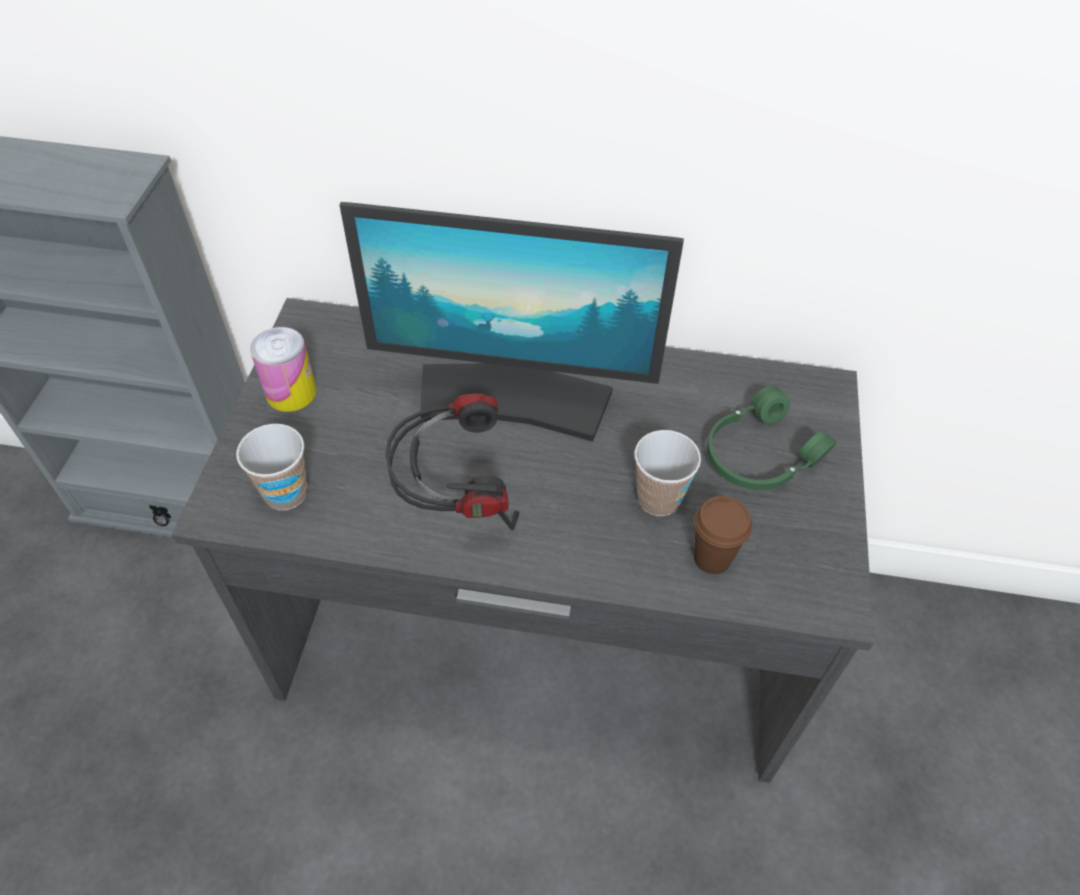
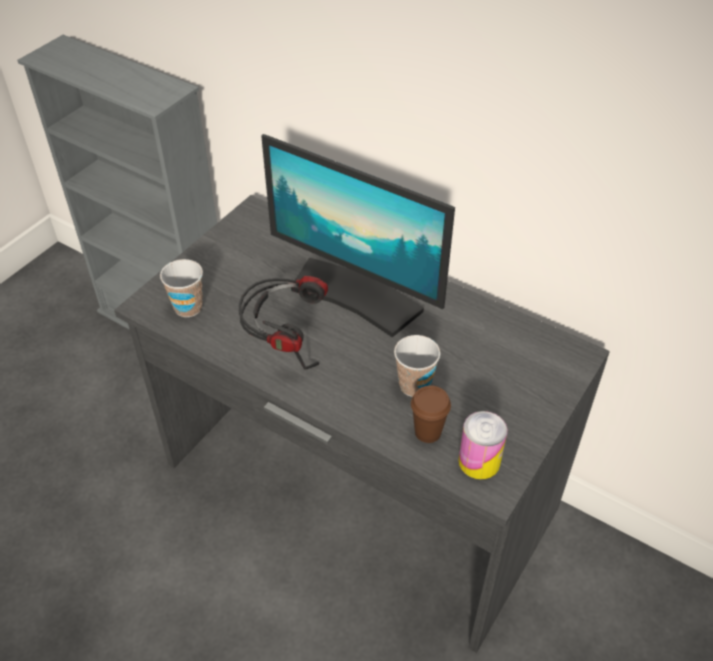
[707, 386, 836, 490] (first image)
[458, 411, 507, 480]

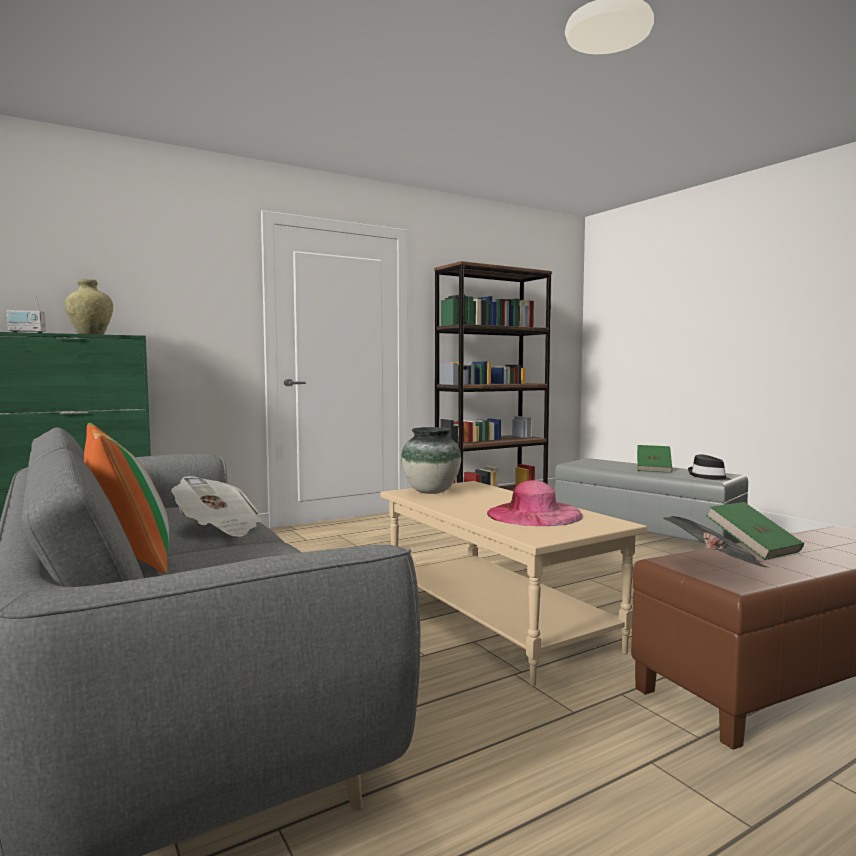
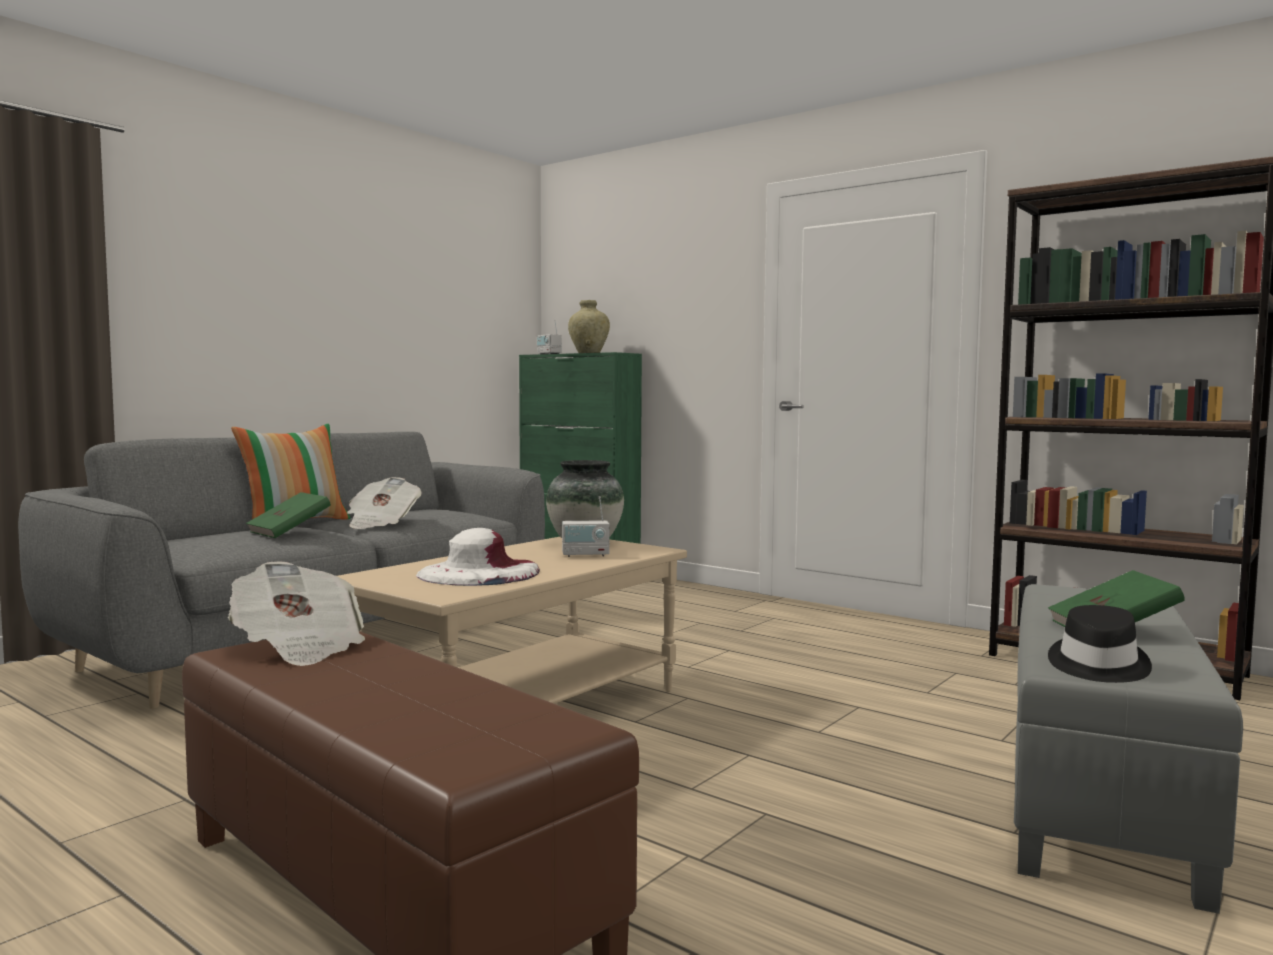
[562, 496, 610, 557]
[246, 492, 331, 538]
[416, 528, 540, 586]

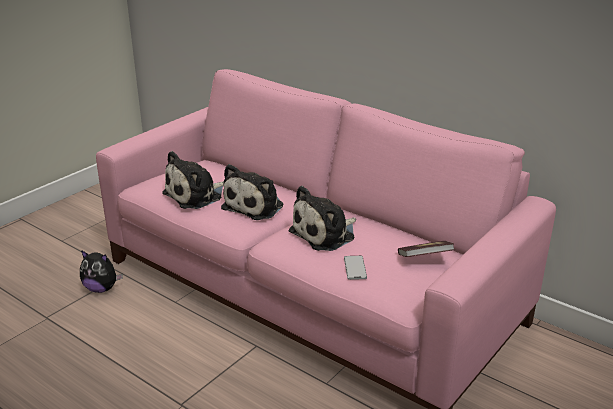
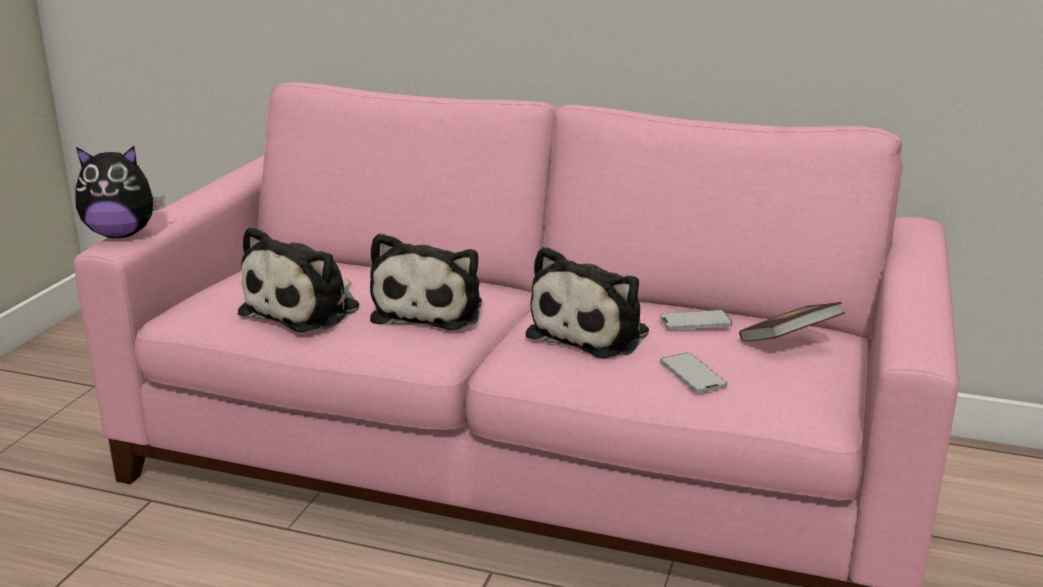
[660, 310, 732, 330]
[76, 146, 165, 238]

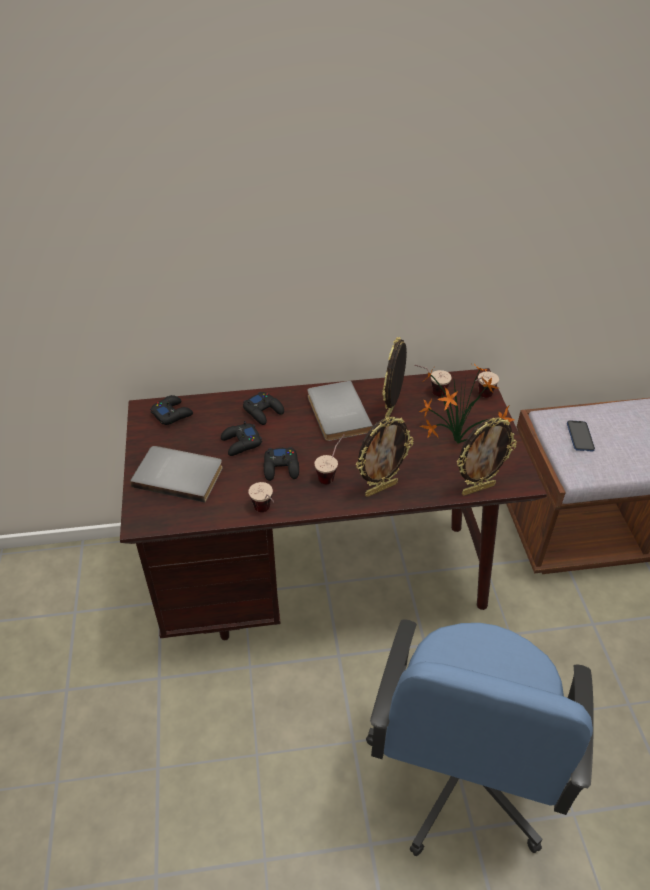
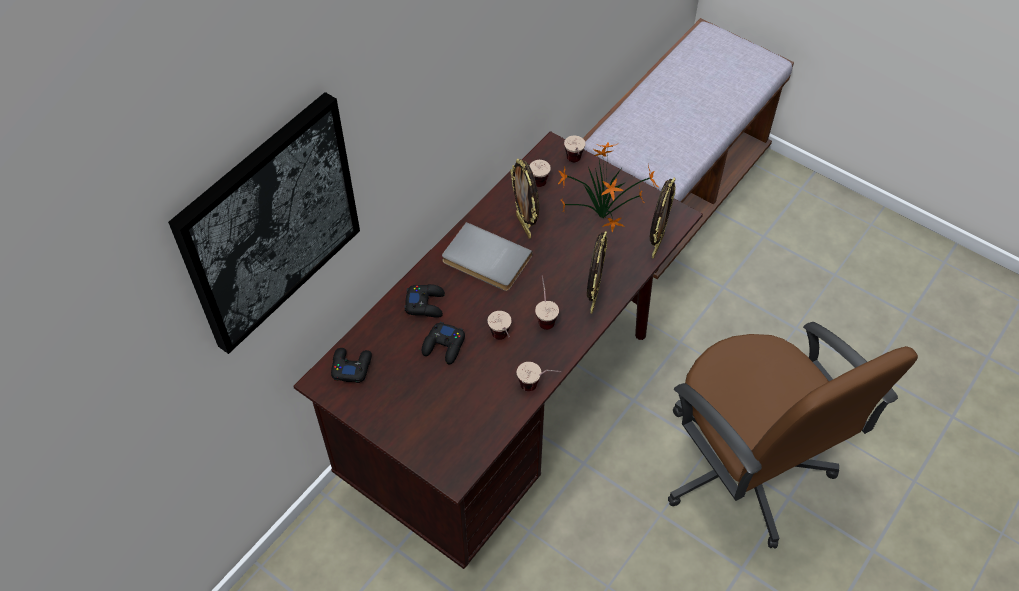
[130, 446, 223, 503] (first image)
[567, 420, 595, 451] (first image)
[168, 92, 360, 354]
[488, 311, 512, 340]
[668, 322, 918, 549]

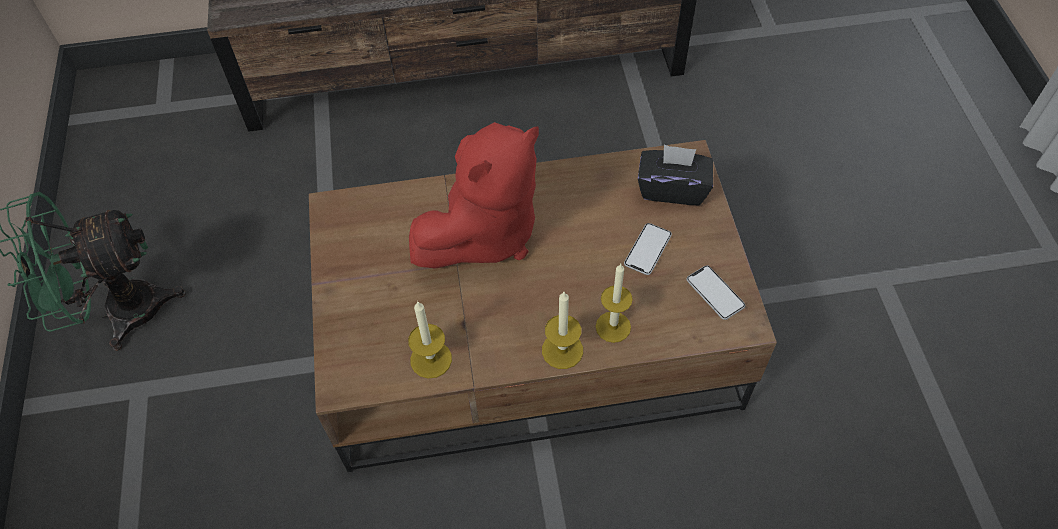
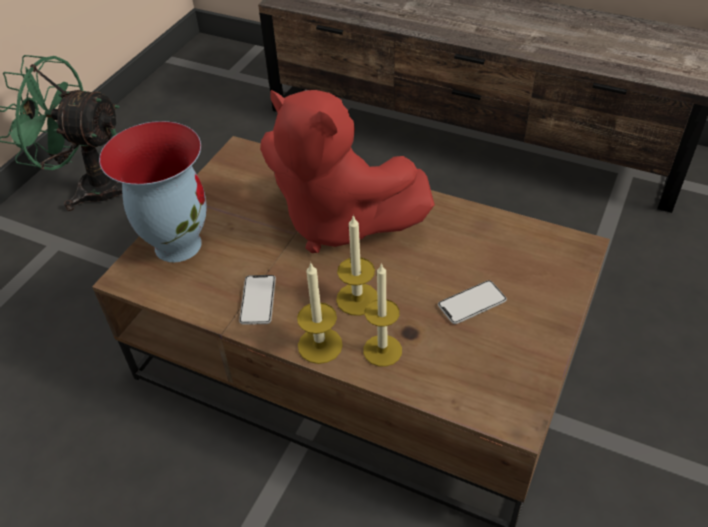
[638, 144, 713, 205] (first image)
[99, 121, 207, 262]
[336, 214, 377, 316]
[239, 275, 276, 325]
[260, 90, 435, 253]

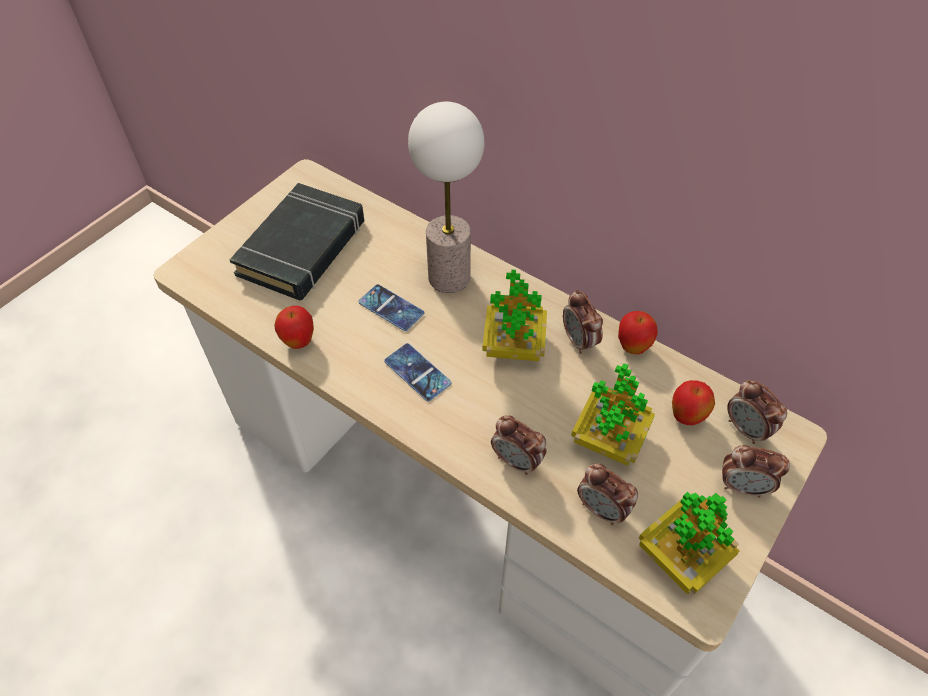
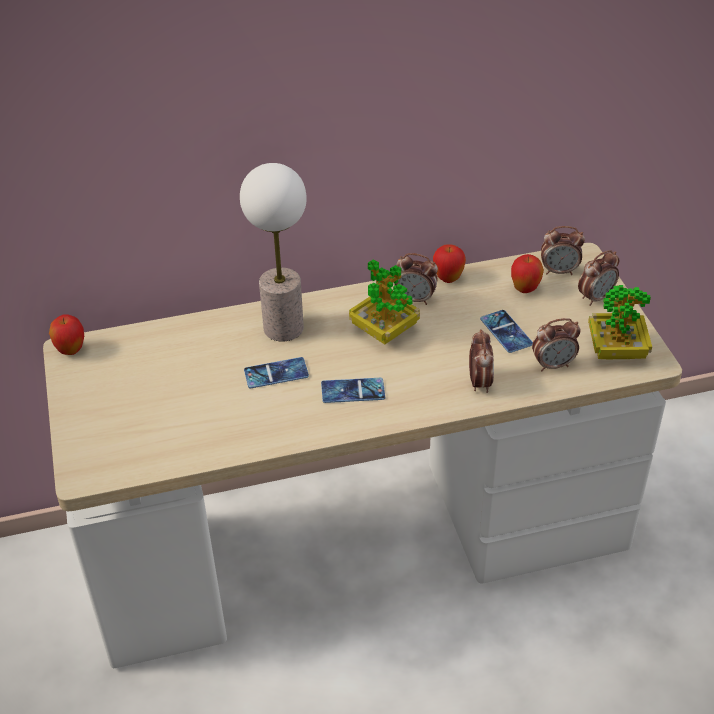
[230, 183, 364, 301] (first image)
[49, 314, 84, 355]
[480, 310, 533, 353]
[469, 329, 494, 393]

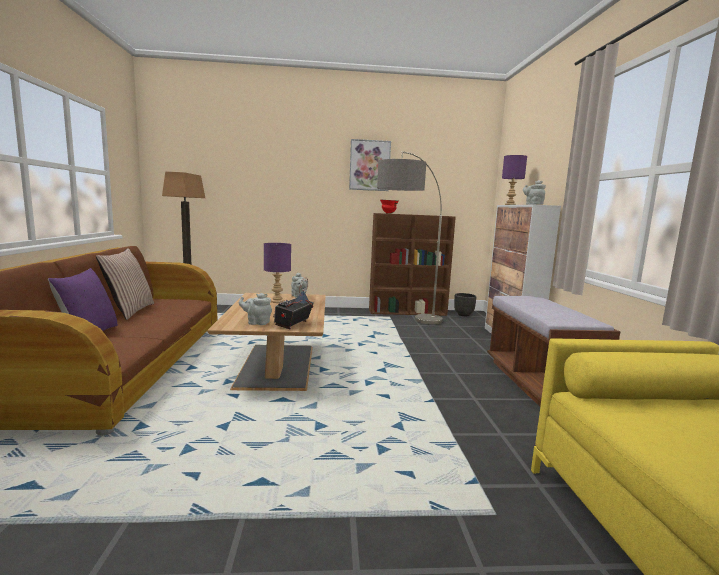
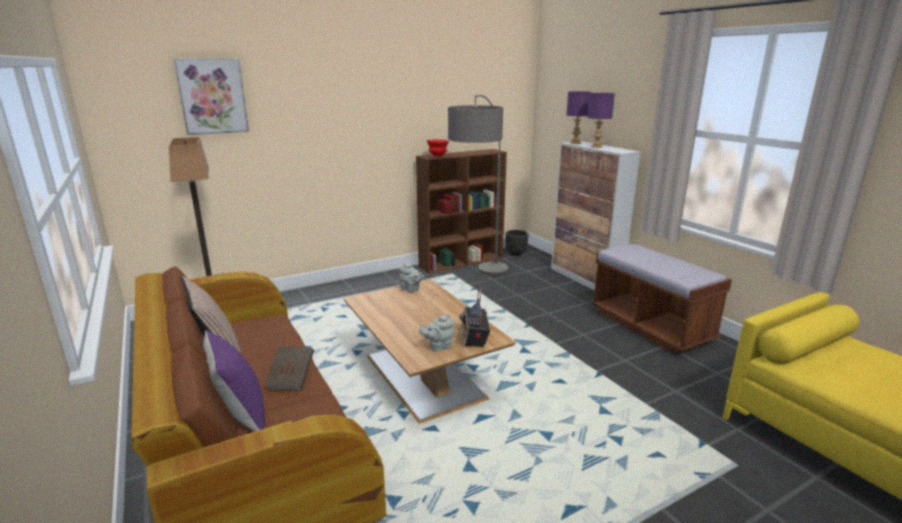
[523, 180, 546, 204] (first image)
[264, 346, 314, 390]
[587, 93, 615, 148]
[174, 58, 249, 135]

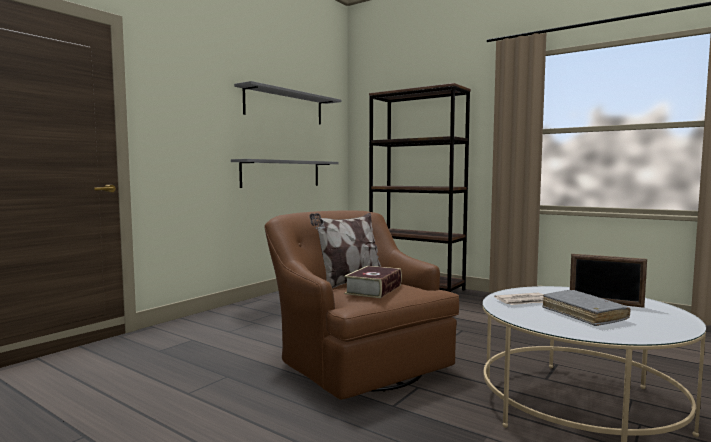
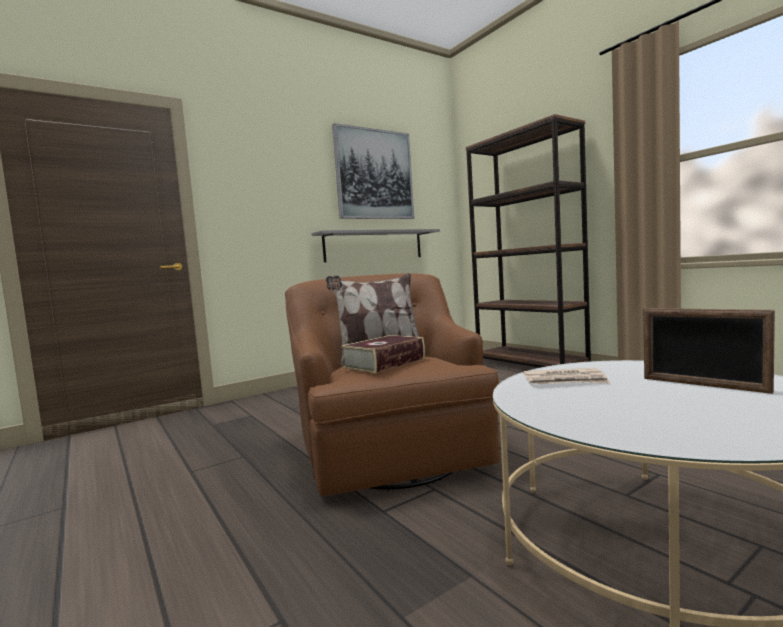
[542, 290, 631, 326] (first image)
[332, 123, 414, 219]

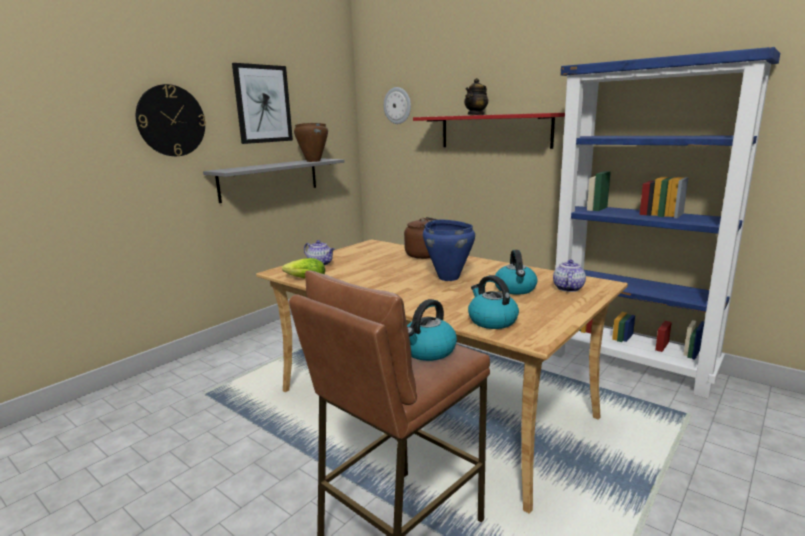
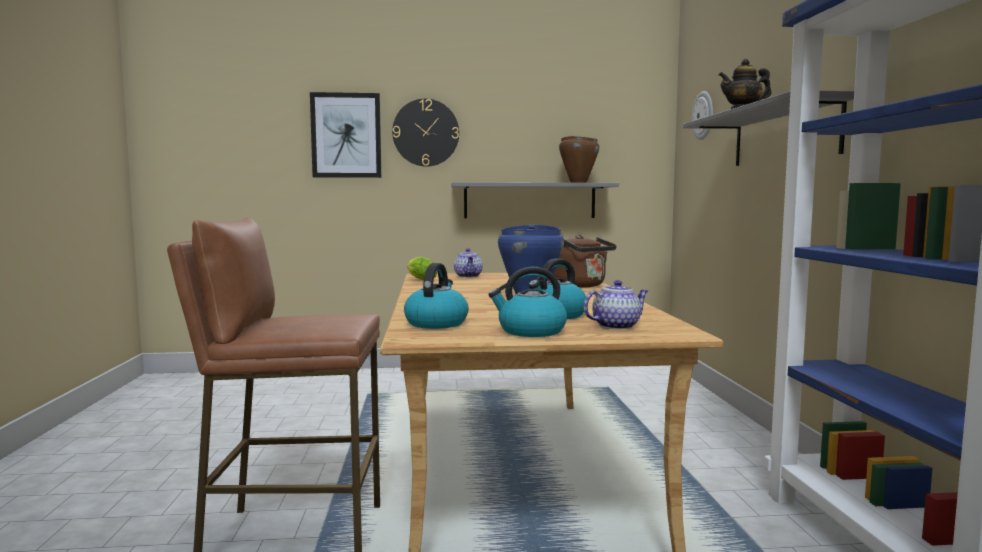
[310, 92, 381, 178]
[488, 267, 567, 337]
[683, 91, 854, 166]

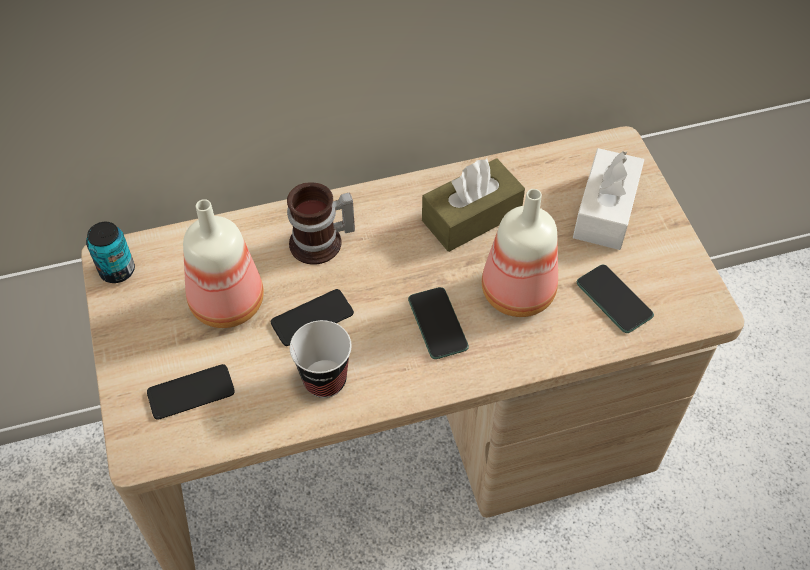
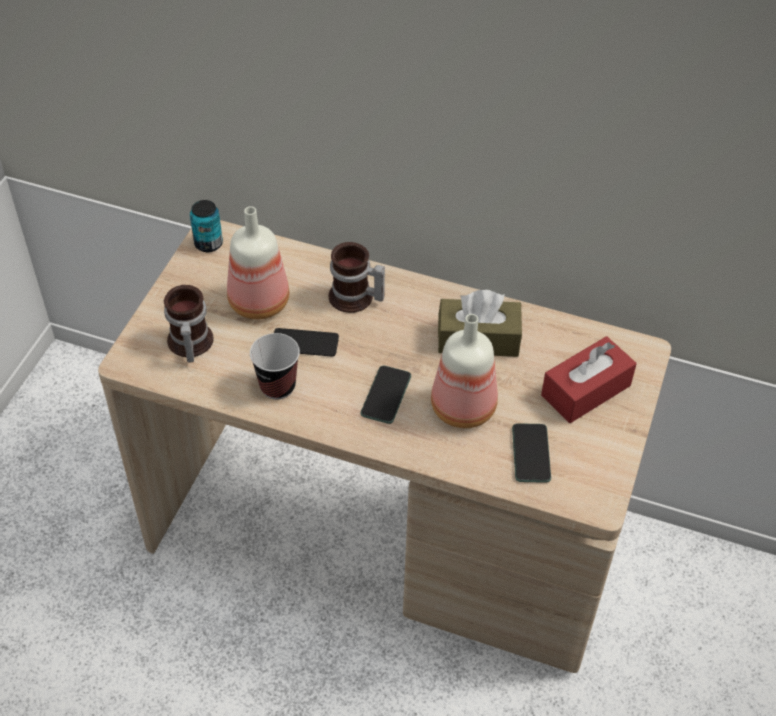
[164, 285, 214, 363]
[541, 336, 637, 423]

